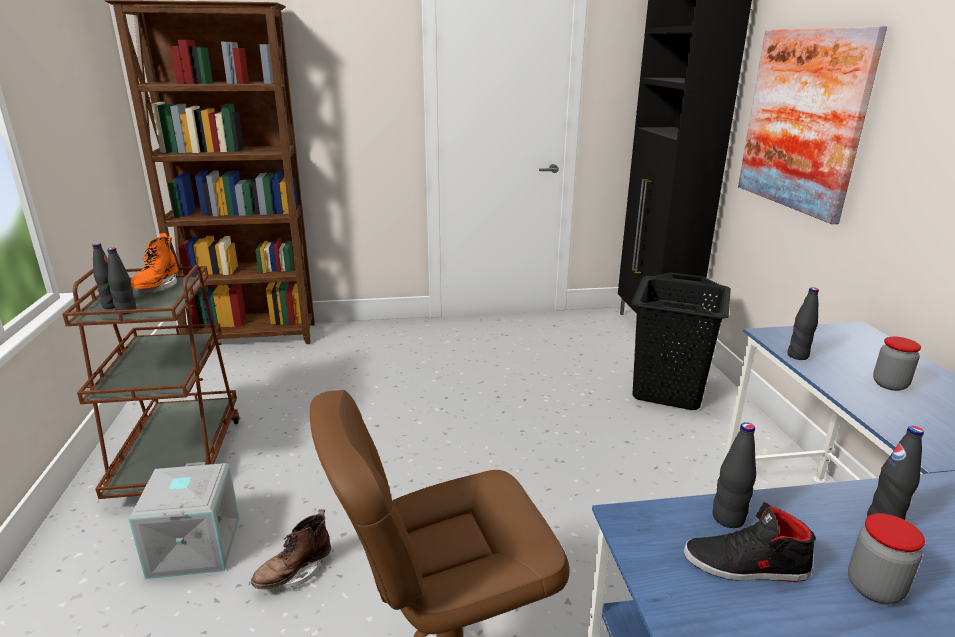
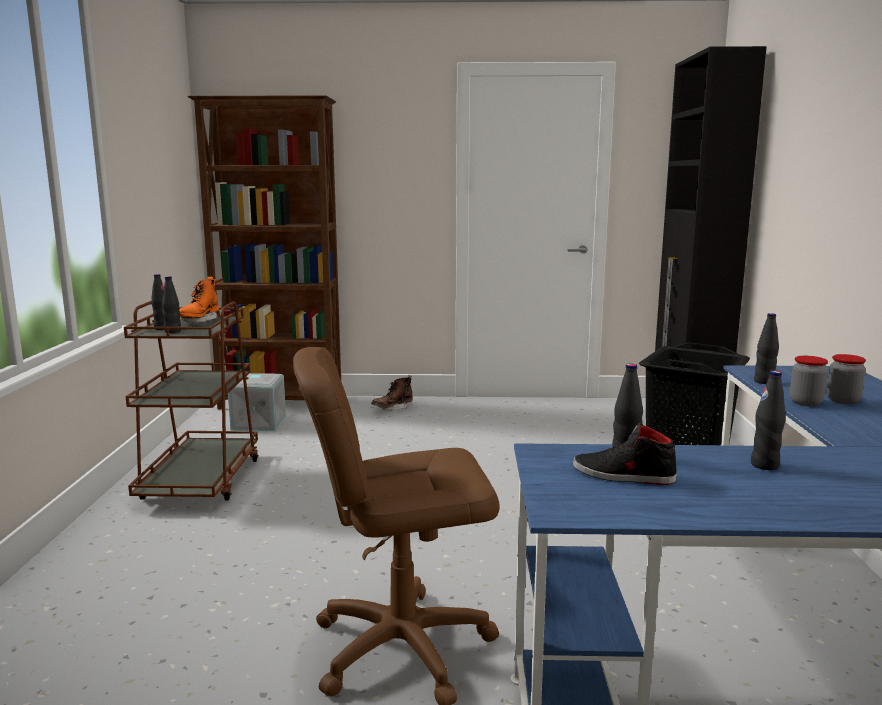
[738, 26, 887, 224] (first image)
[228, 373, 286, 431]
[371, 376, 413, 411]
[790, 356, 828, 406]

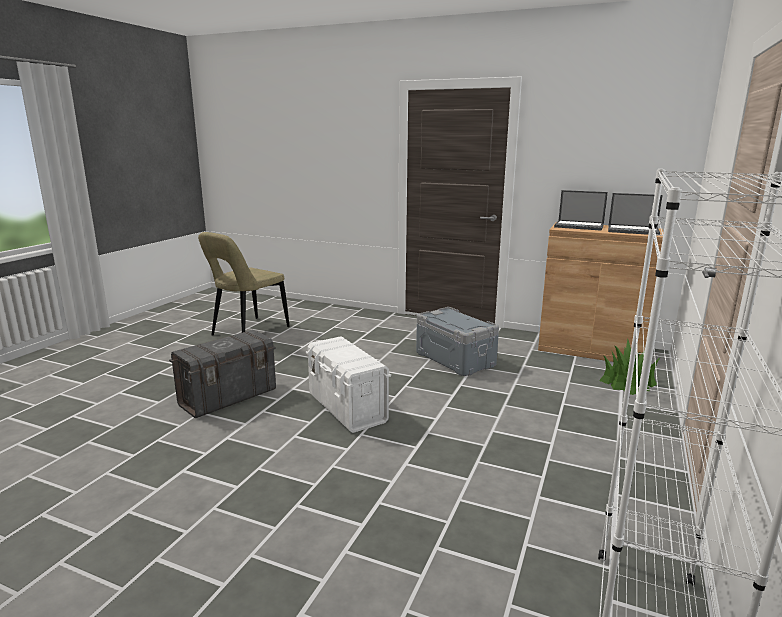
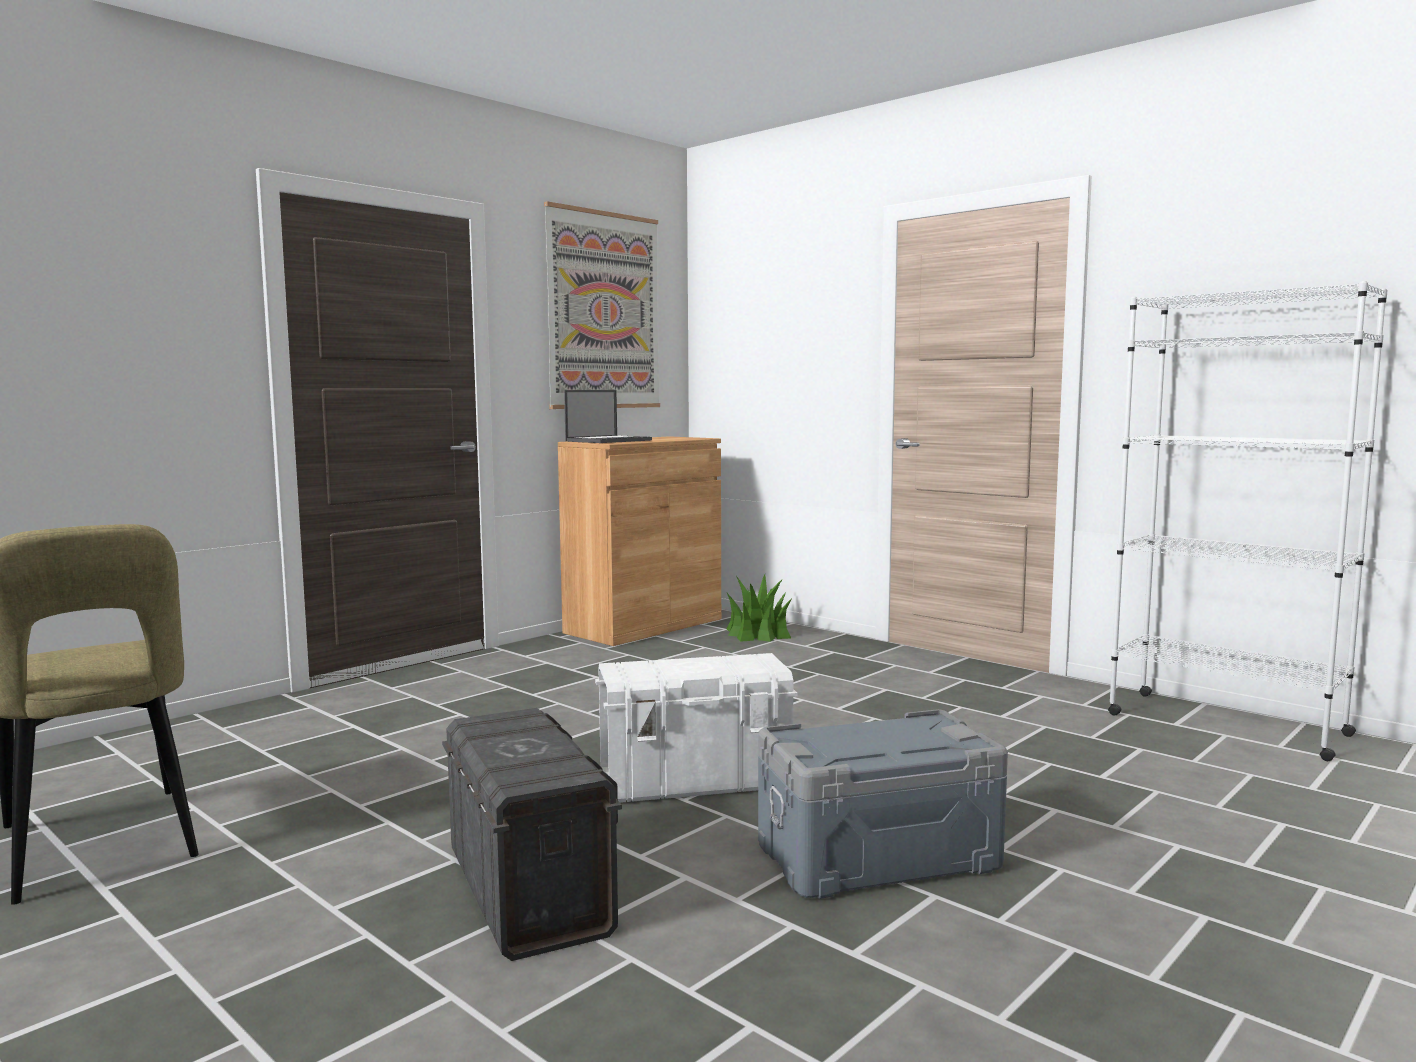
[608, 193, 662, 235] (first image)
[544, 201, 660, 409]
[758, 709, 1008, 899]

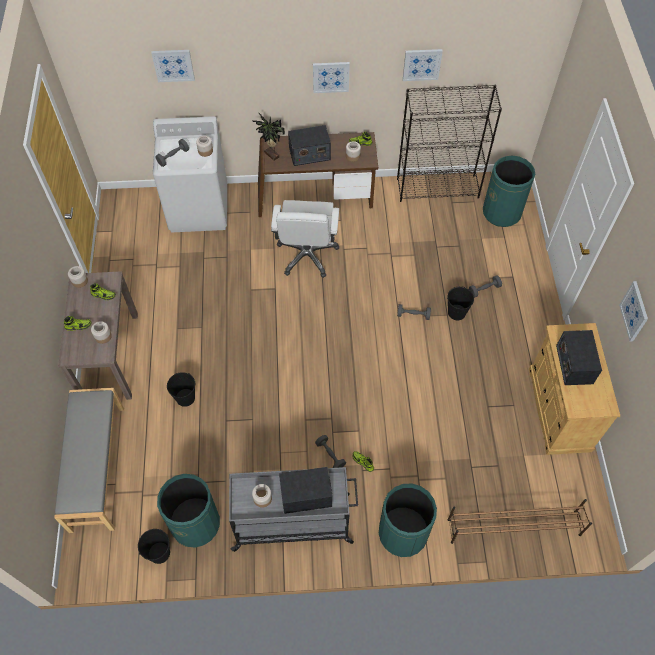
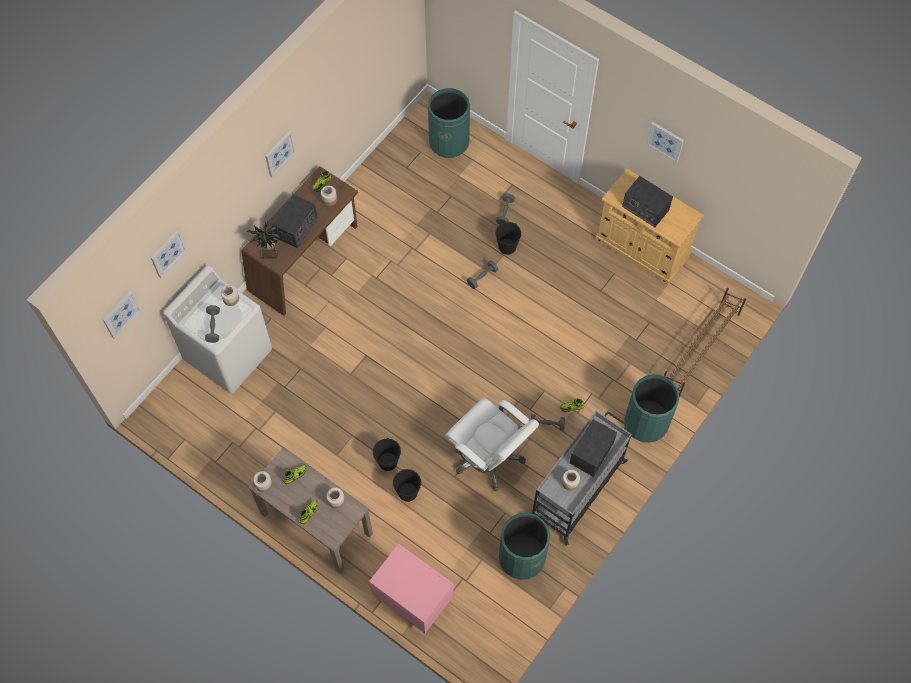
[397, 85, 502, 202] (first image)
[373, 438, 401, 471]
[446, 398, 539, 491]
[103, 291, 141, 339]
[369, 544, 454, 633]

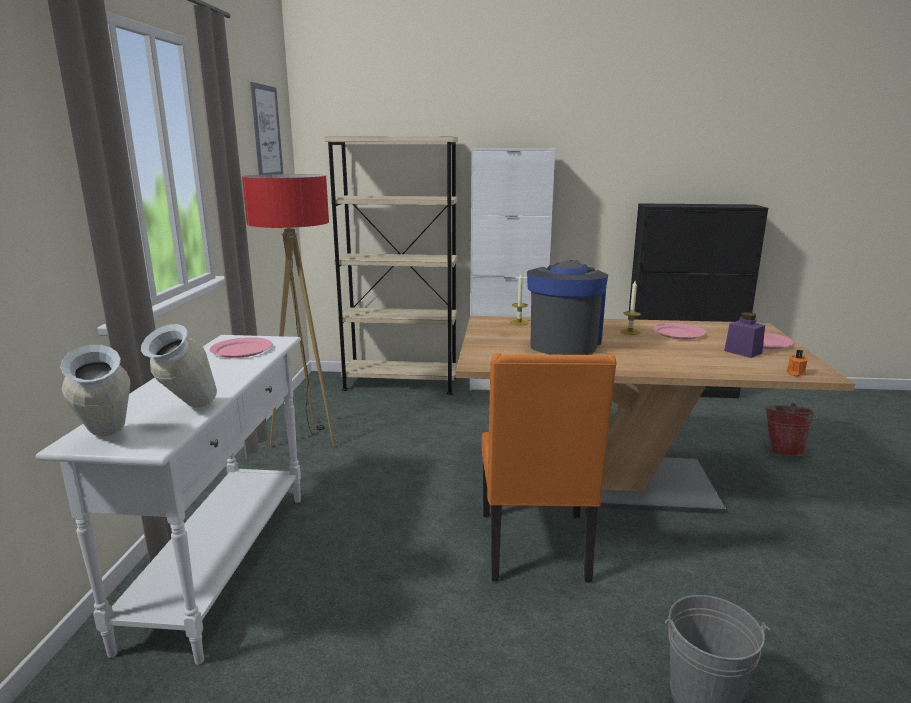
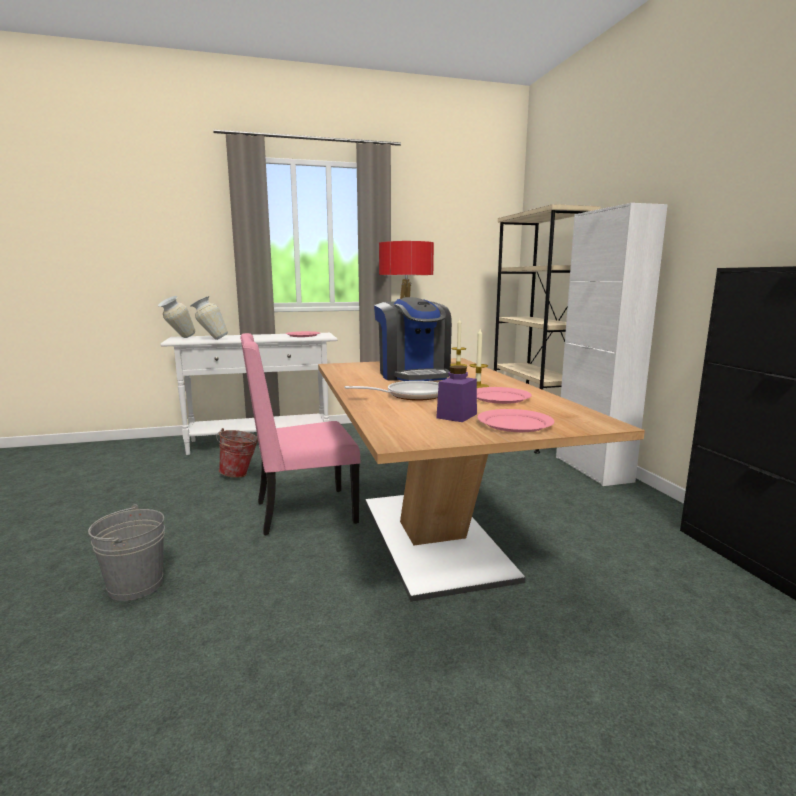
[250, 82, 283, 175] (first image)
[786, 350, 808, 376] (first image)
[344, 381, 439, 401]
[216, 428, 258, 478]
[240, 333, 361, 535]
[374, 297, 452, 381]

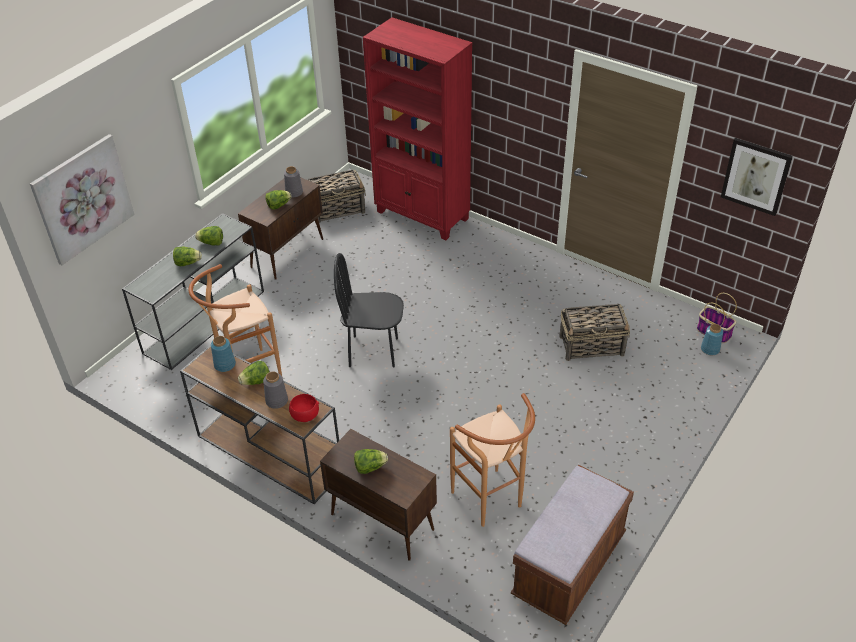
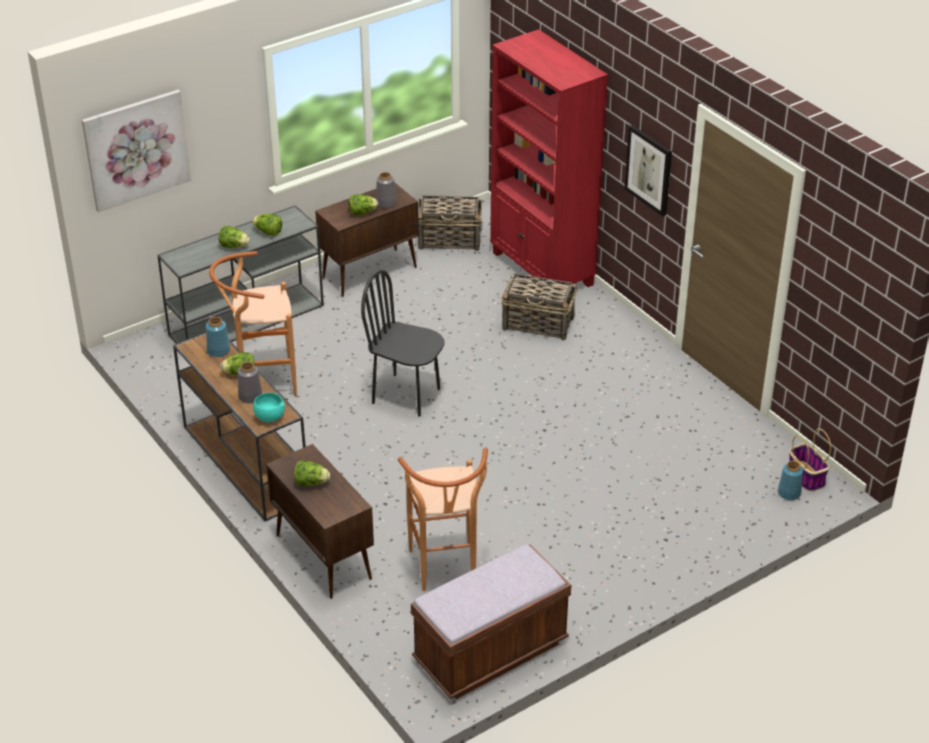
[501, 274, 577, 341]
[624, 125, 672, 216]
[253, 393, 285, 422]

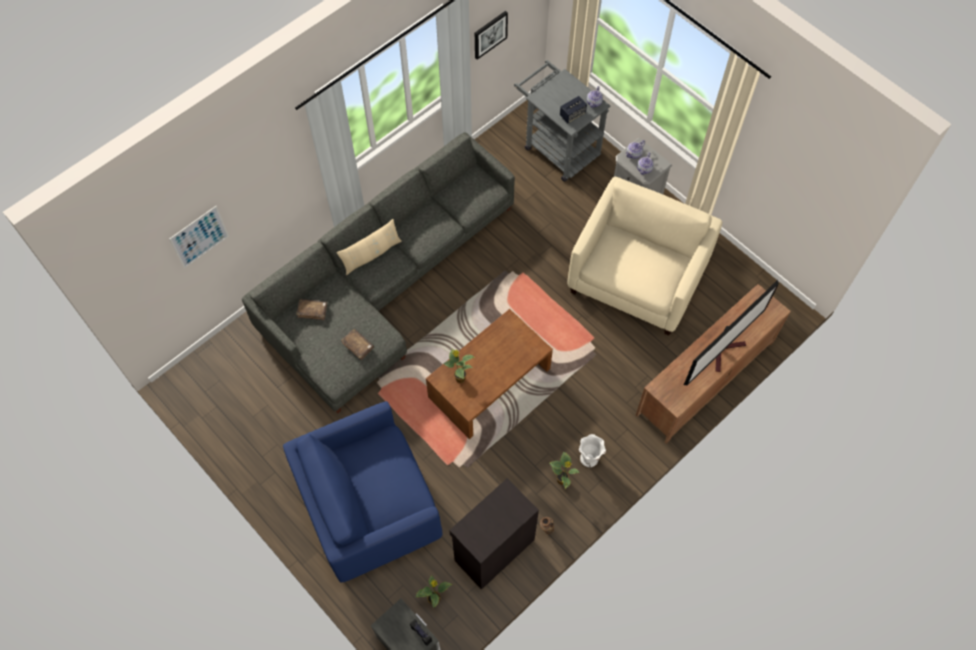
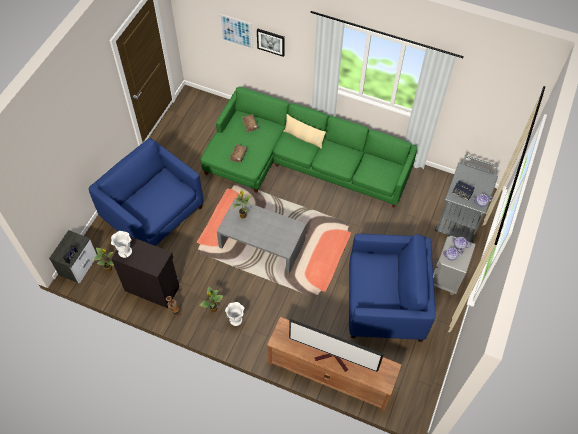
[111, 231, 132, 258]
[257, 29, 285, 57]
[200, 86, 418, 208]
[217, 198, 306, 274]
[349, 234, 436, 342]

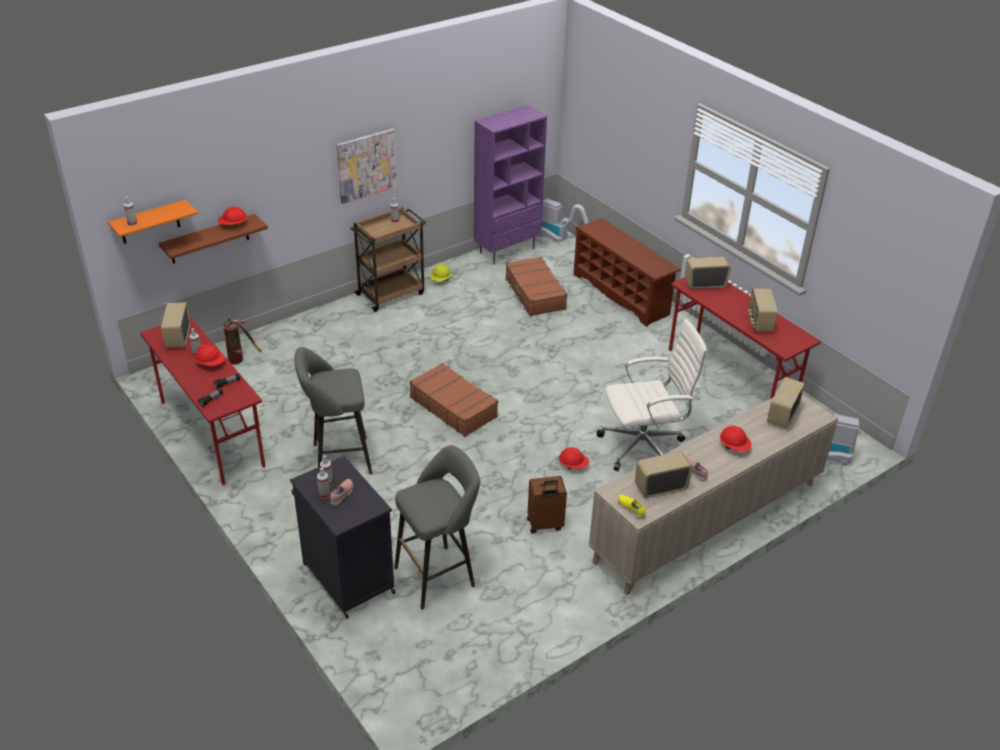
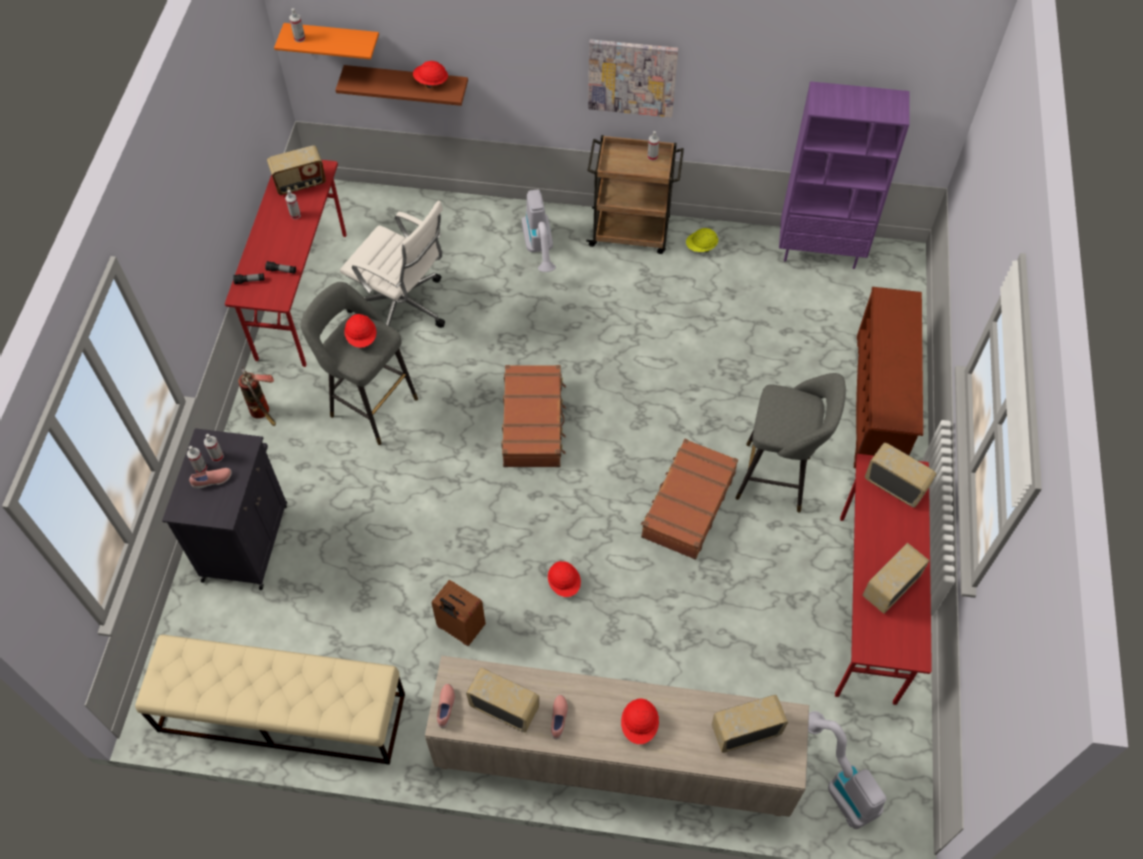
[135, 634, 405, 765]
[344, 314, 377, 348]
[239, 367, 276, 426]
[735, 373, 846, 513]
[641, 439, 738, 560]
[522, 189, 556, 272]
[340, 201, 445, 328]
[437, 683, 455, 728]
[267, 146, 326, 195]

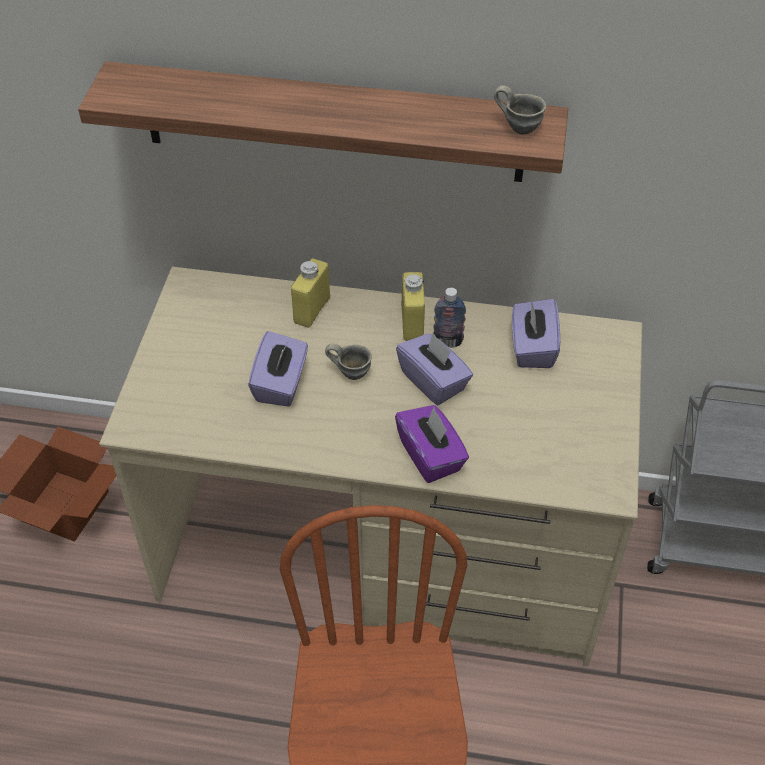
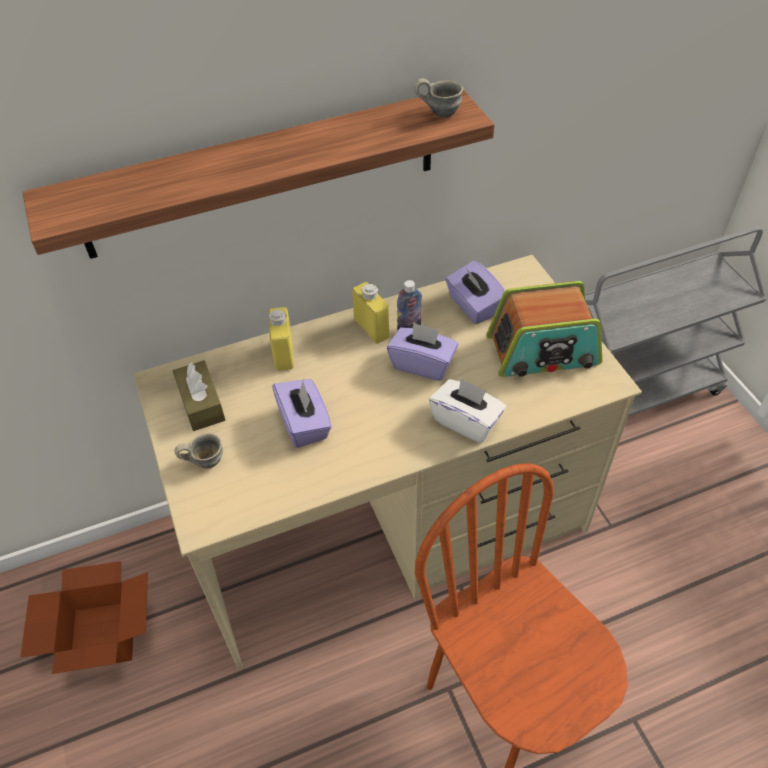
[173, 360, 225, 431]
[487, 281, 602, 377]
[174, 433, 223, 469]
[429, 378, 506, 443]

